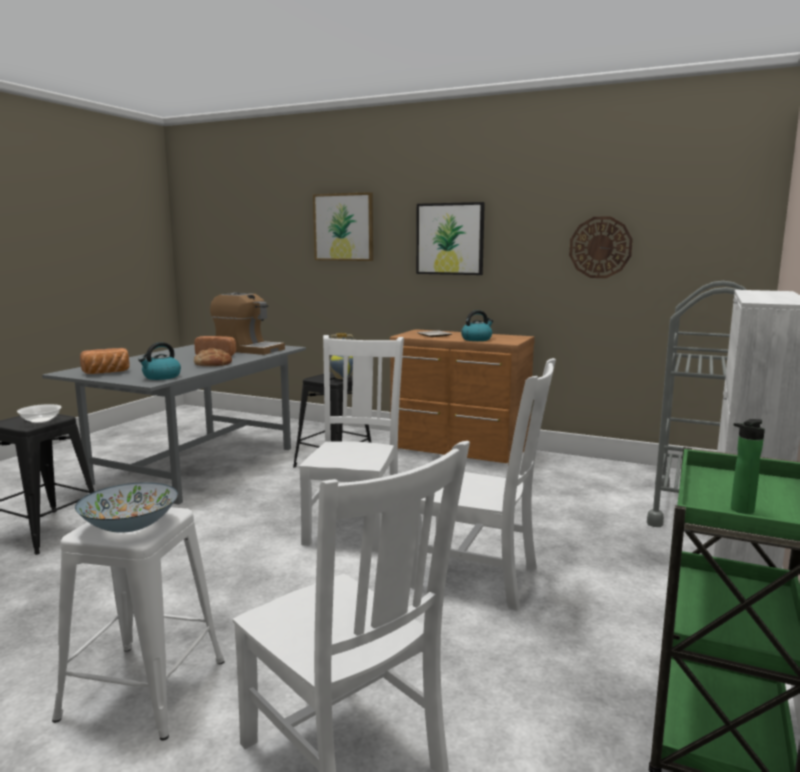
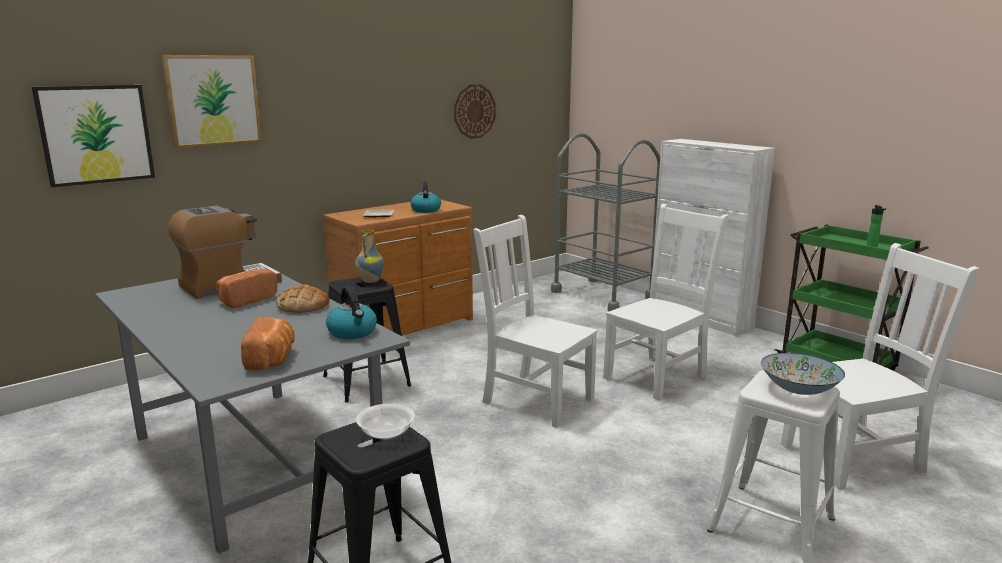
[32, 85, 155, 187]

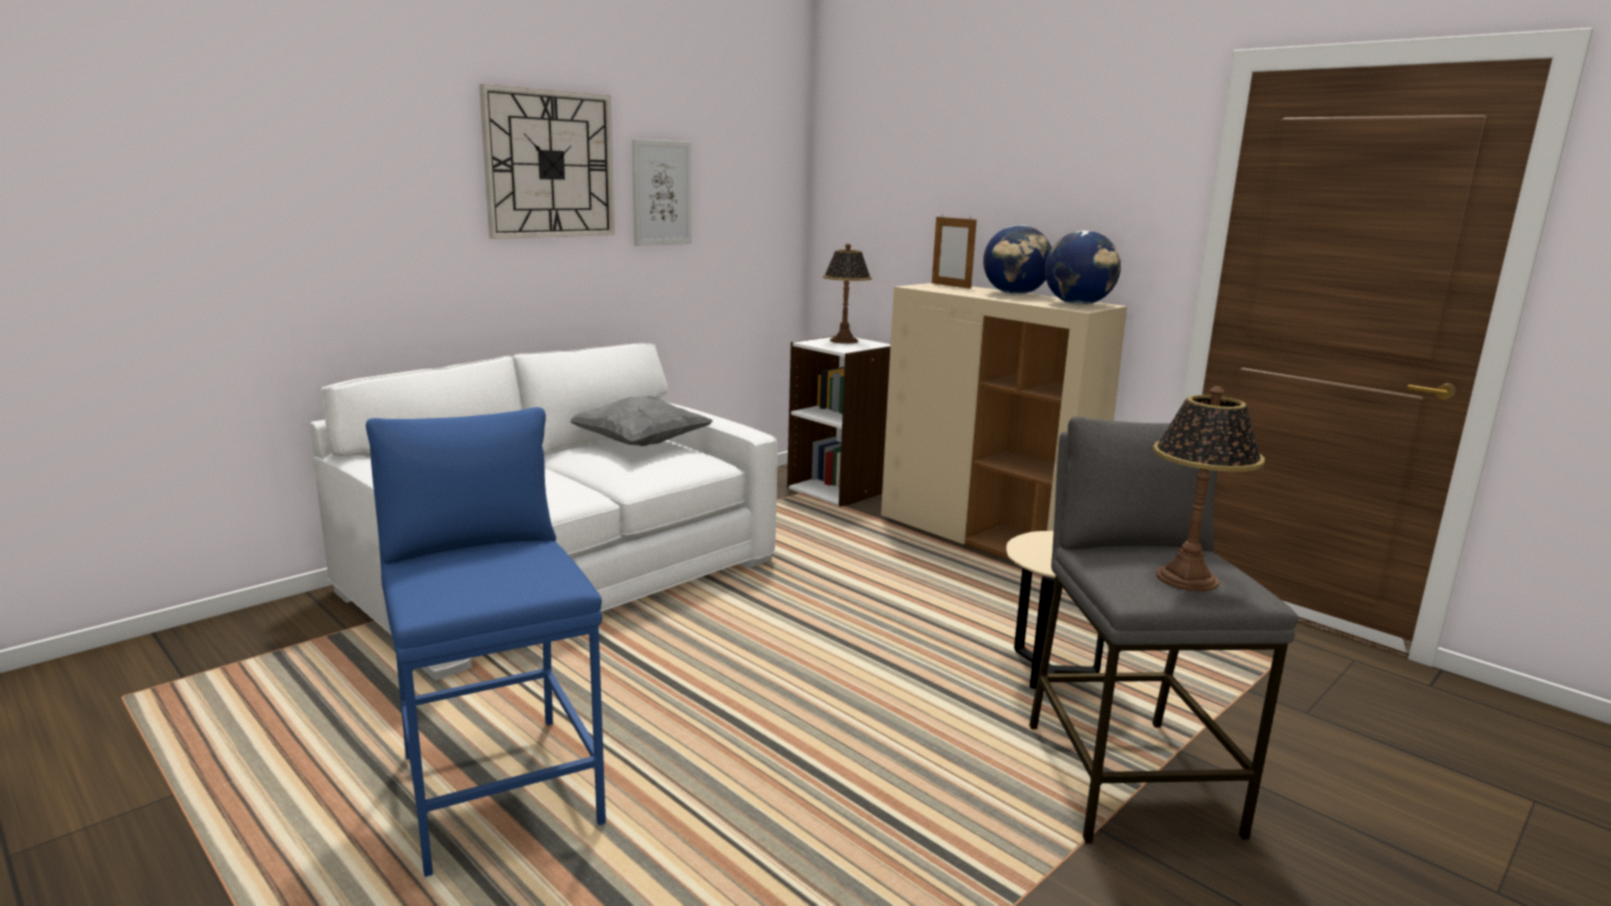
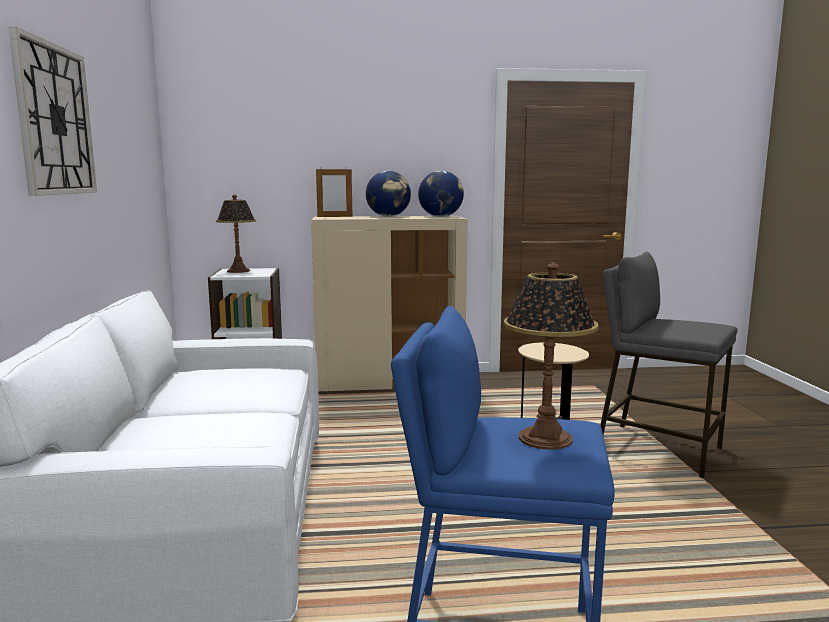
[504, 263, 599, 450]
[570, 396, 713, 446] (first image)
[632, 139, 692, 246] (first image)

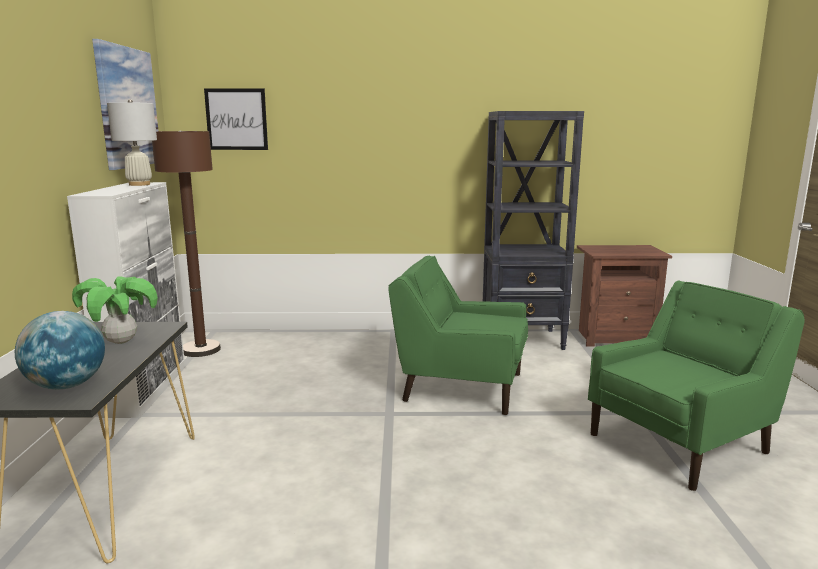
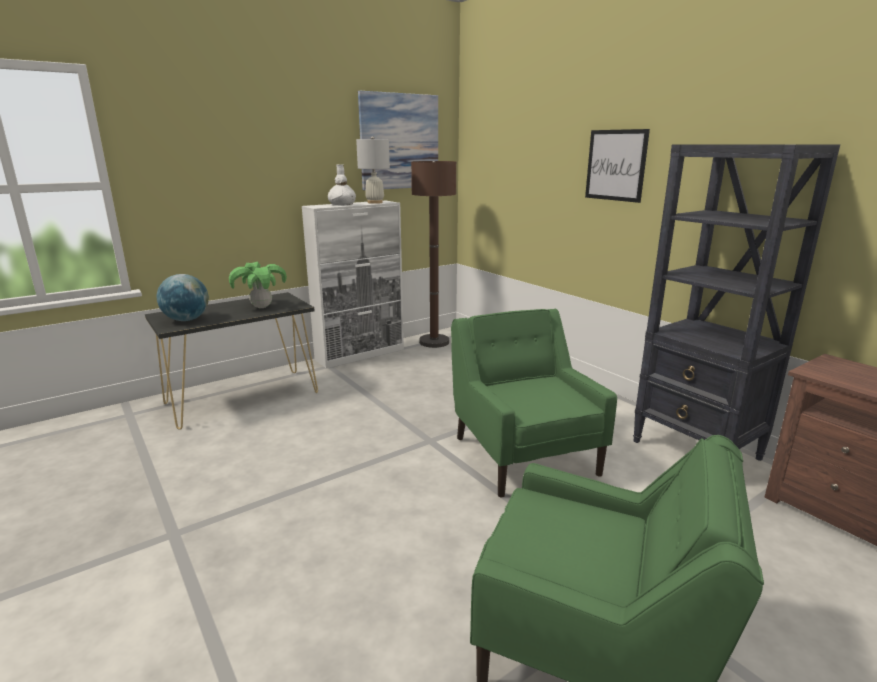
[328, 164, 356, 205]
[585, 129, 650, 203]

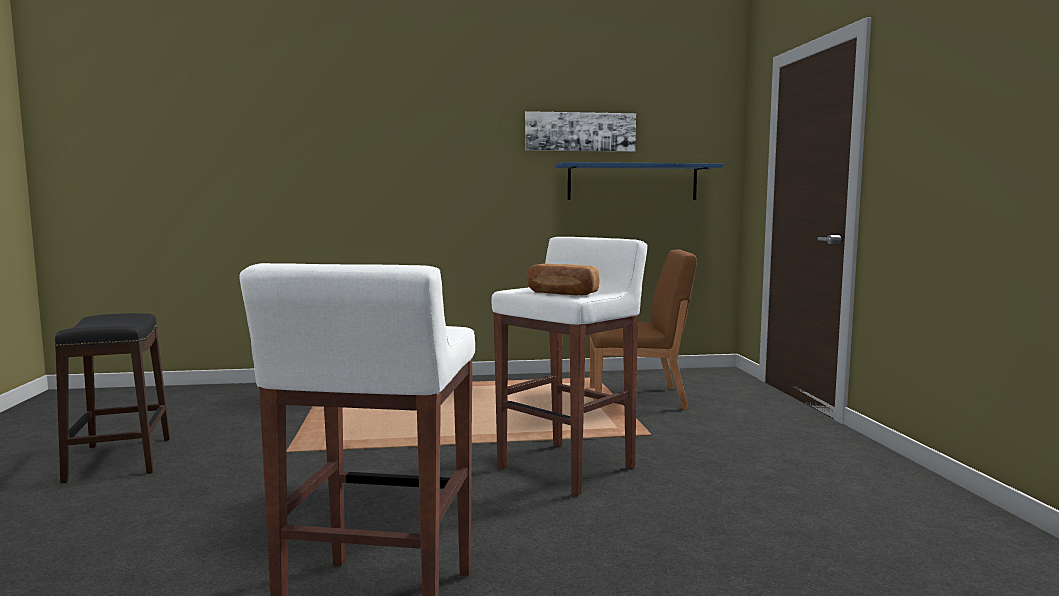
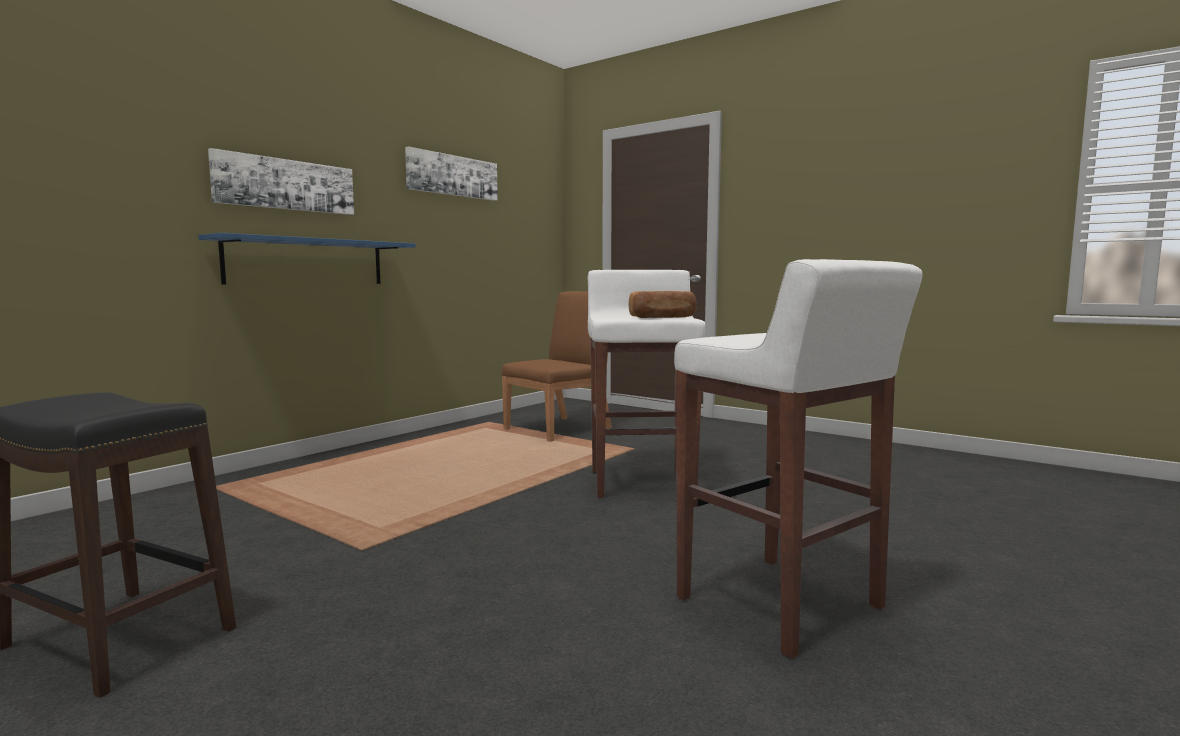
[199, 233, 416, 285]
[208, 148, 354, 215]

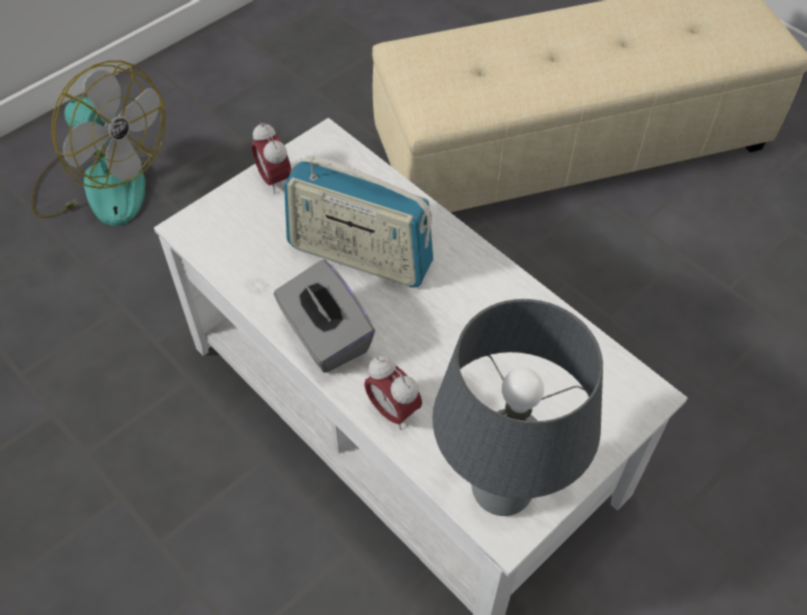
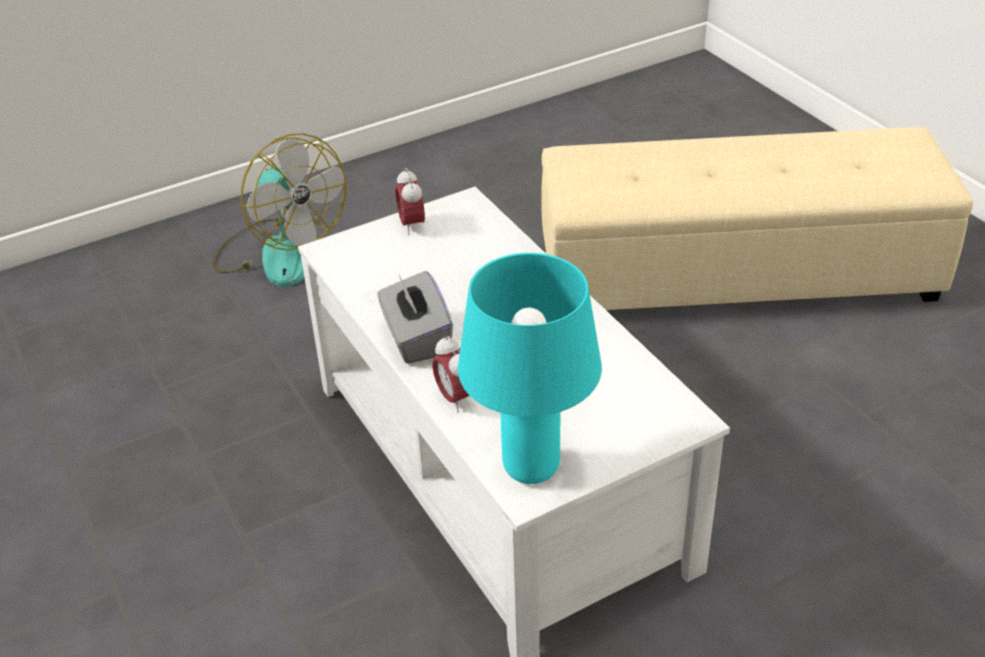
[458, 253, 602, 484]
[284, 156, 433, 288] (first image)

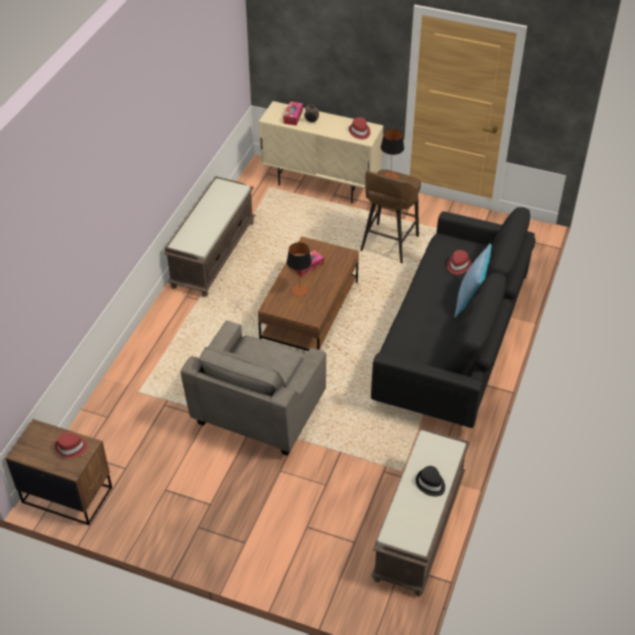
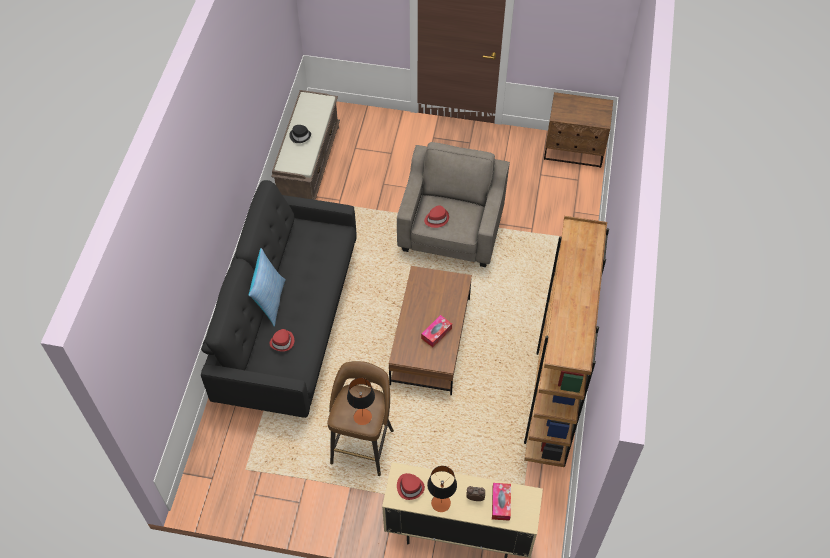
[424, 206, 449, 228]
[427, 466, 457, 512]
[524, 216, 609, 467]

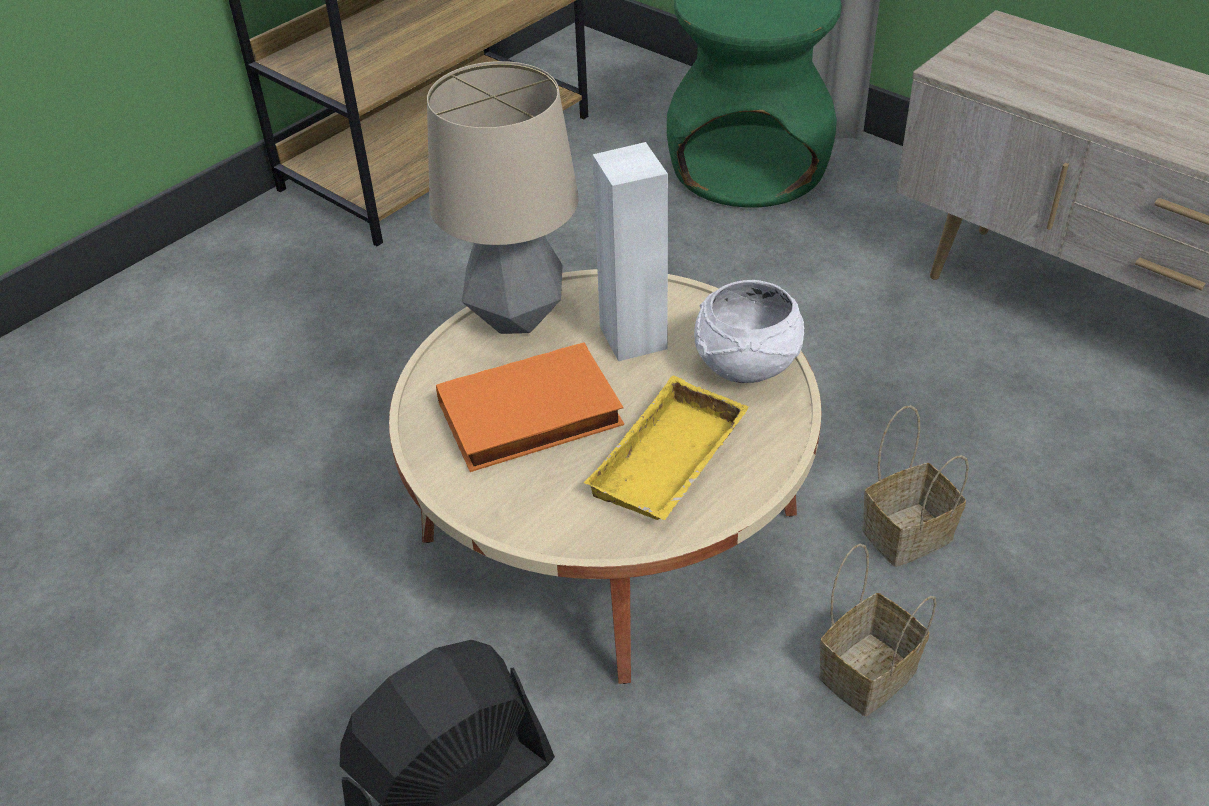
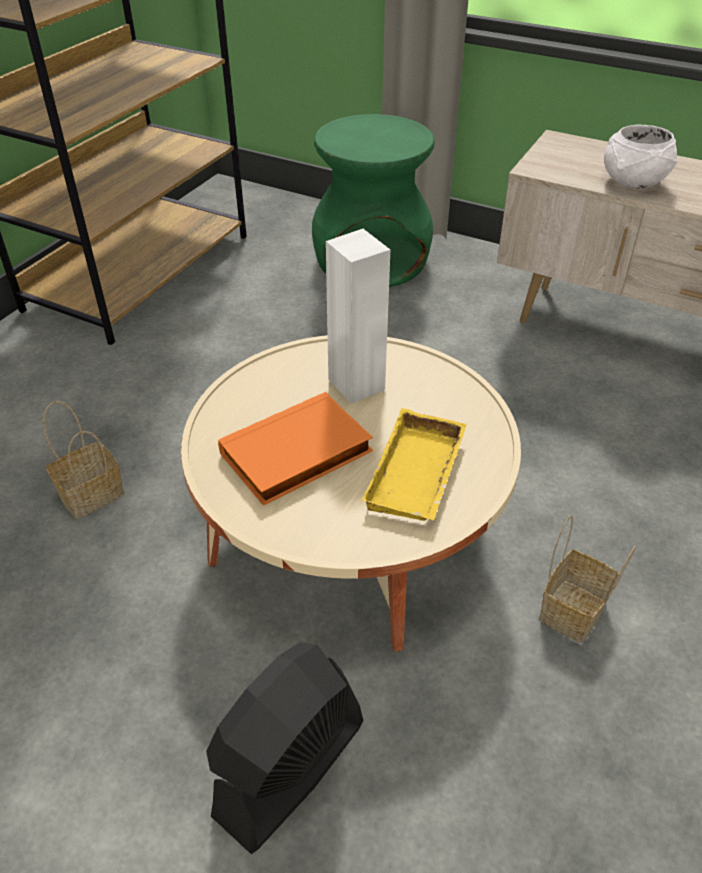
[43, 401, 124, 519]
[604, 125, 678, 189]
[427, 61, 579, 334] (first image)

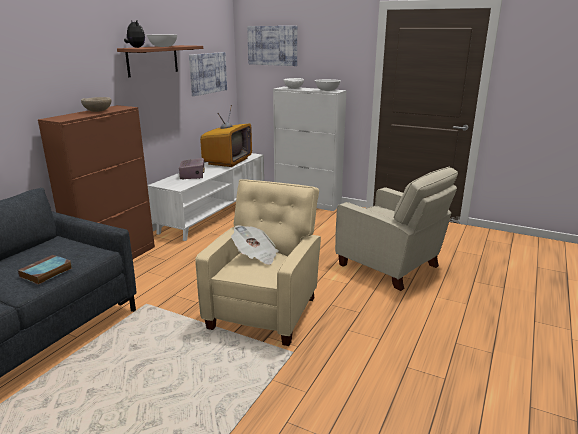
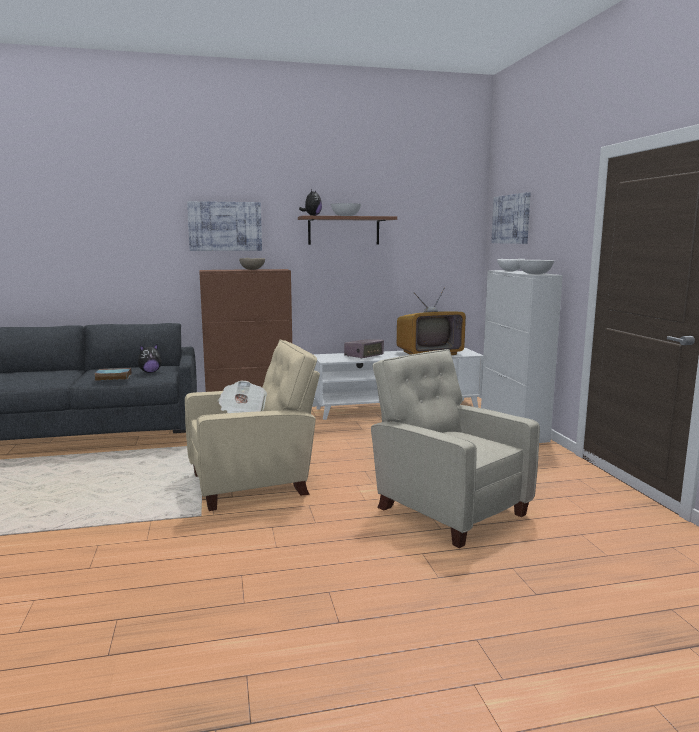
[138, 345, 162, 373]
[187, 201, 262, 251]
[371, 349, 540, 548]

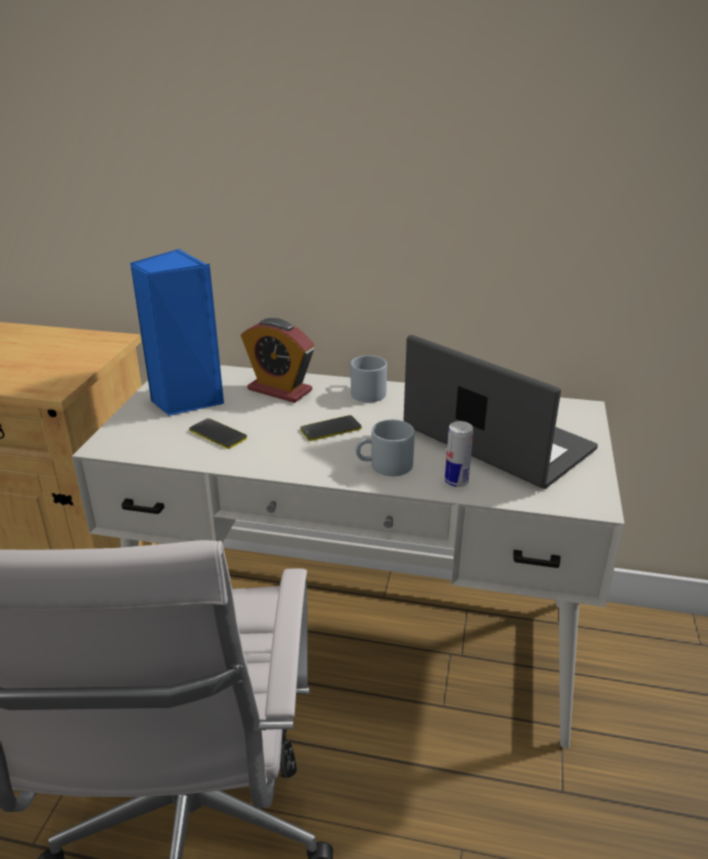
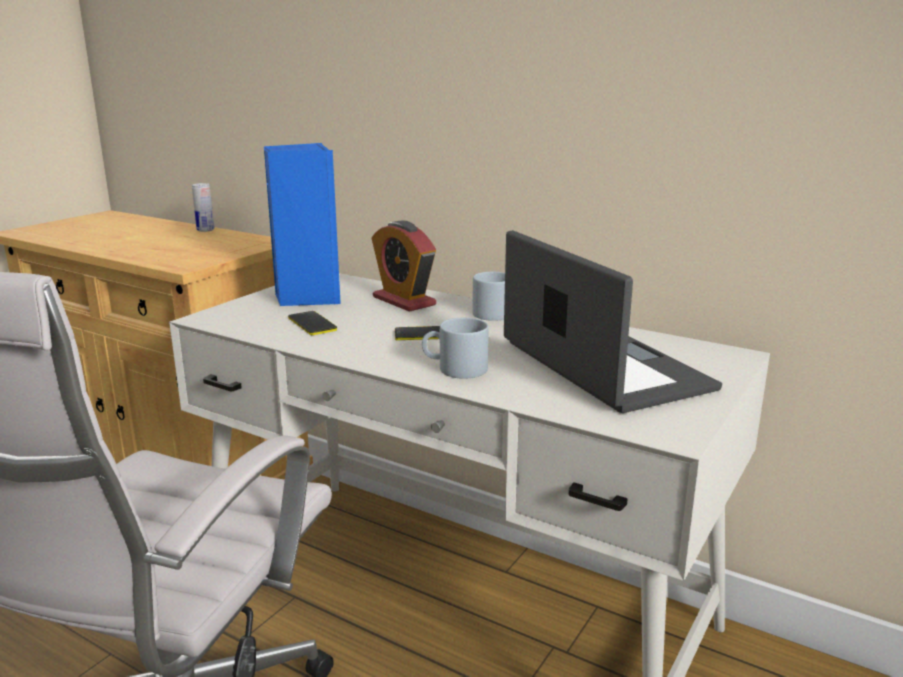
[192, 183, 214, 232]

